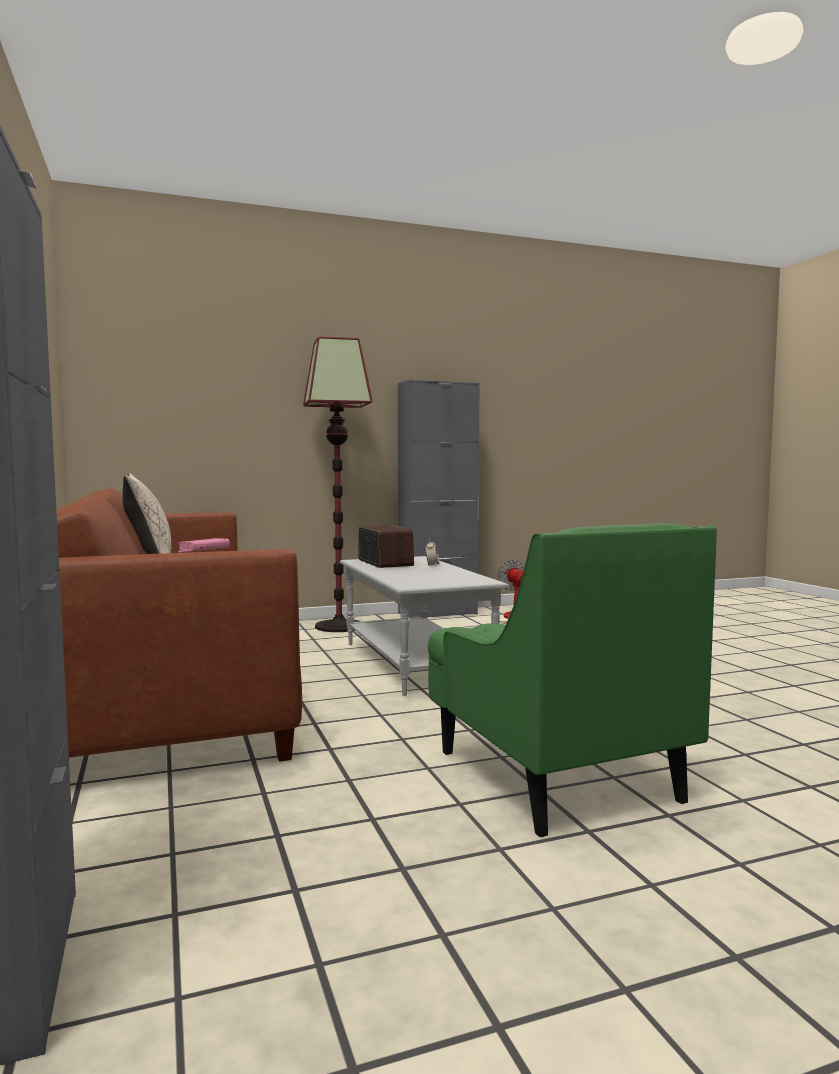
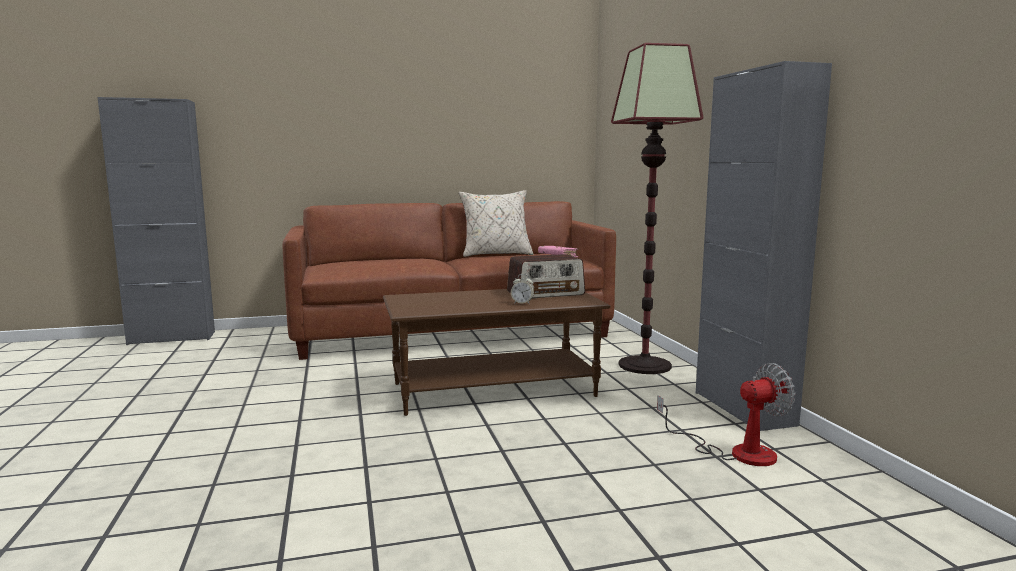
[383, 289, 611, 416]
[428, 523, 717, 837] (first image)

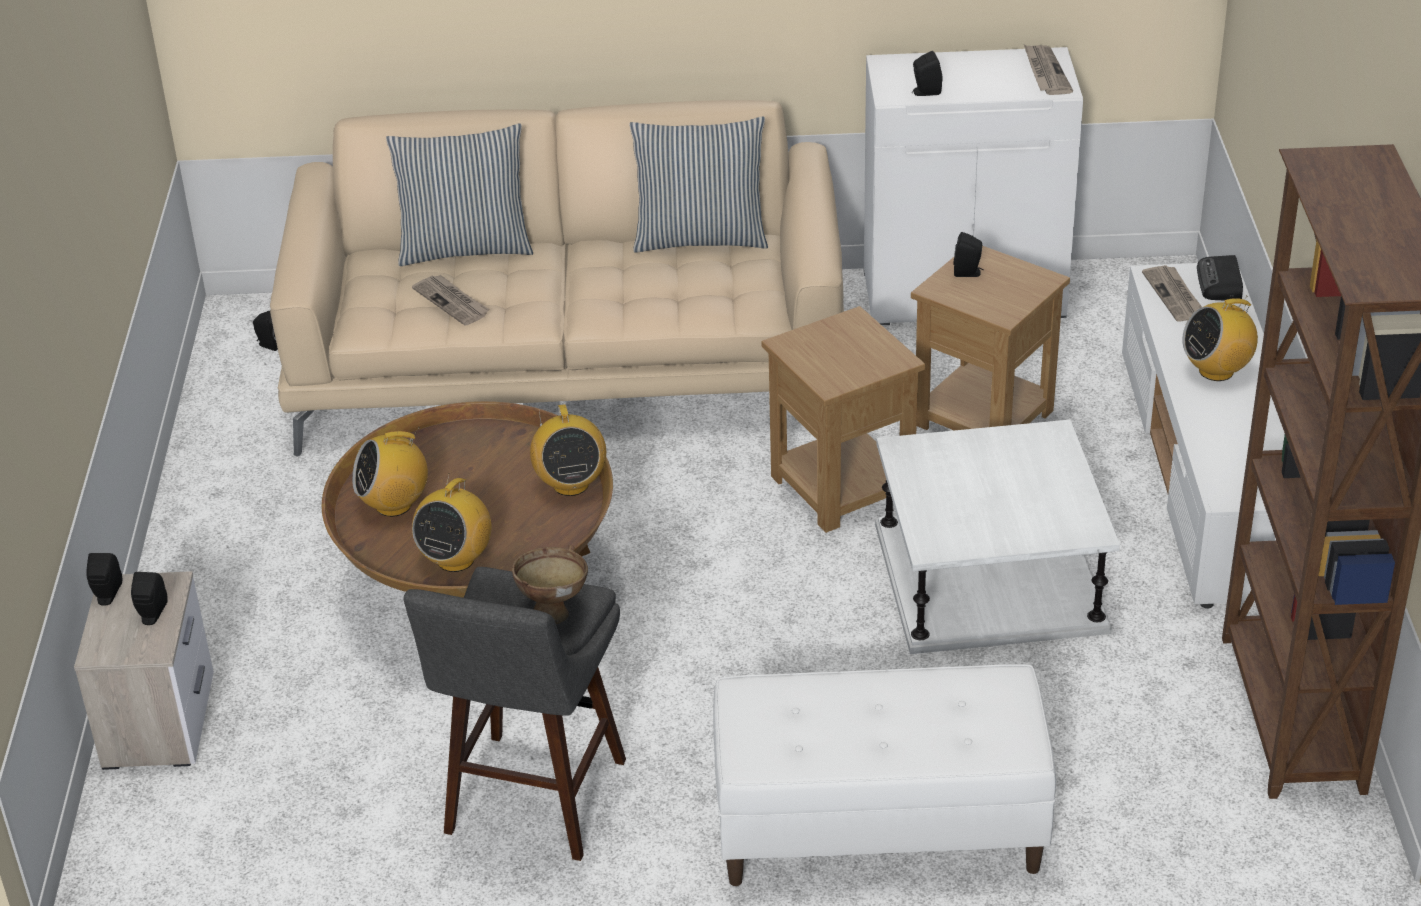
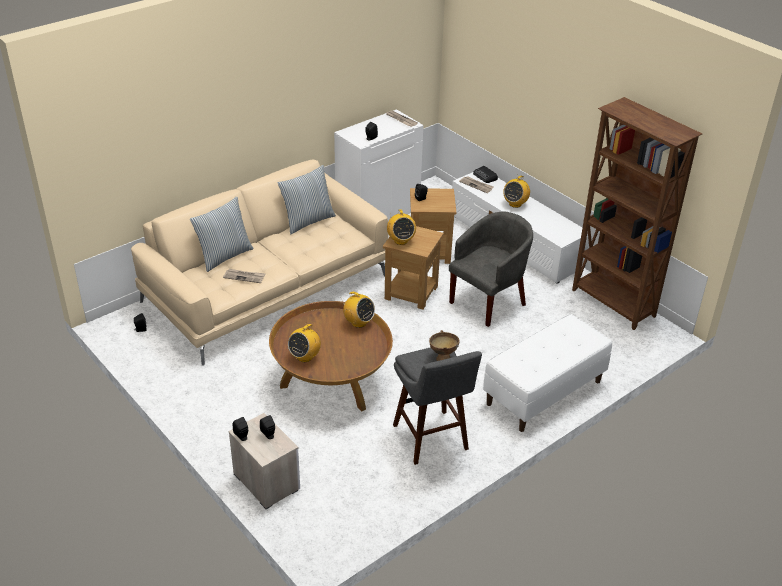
[387, 209, 416, 245]
[449, 212, 533, 327]

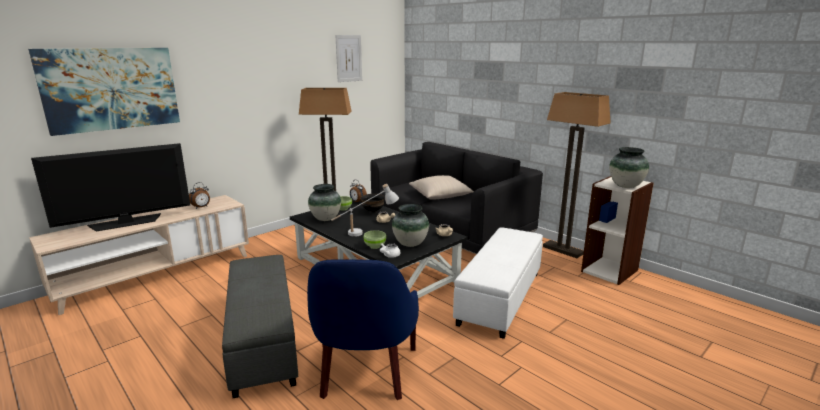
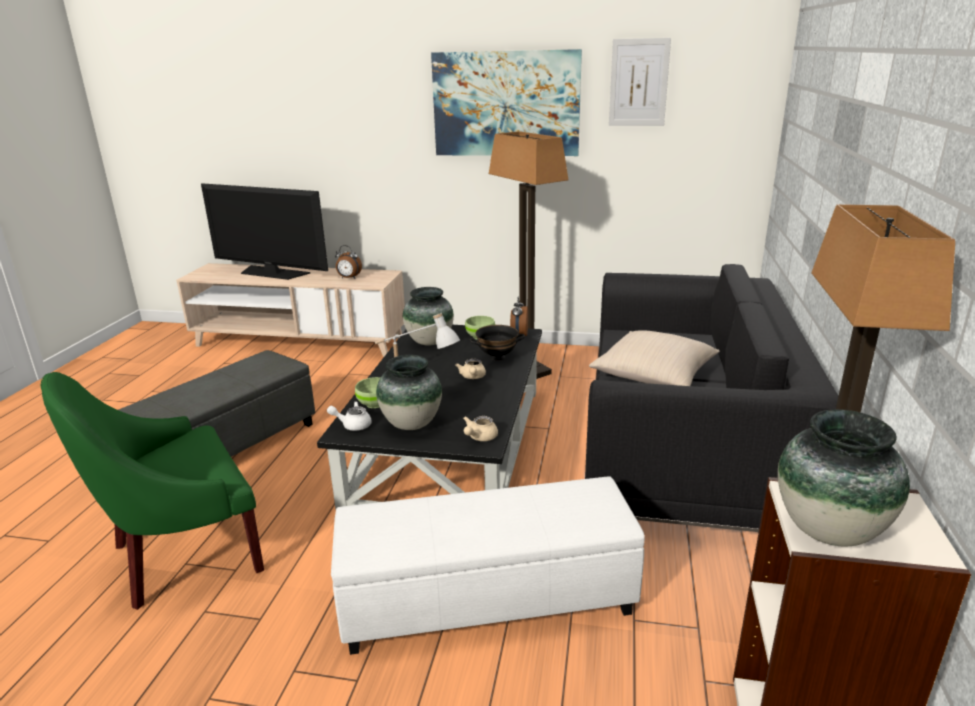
[41, 372, 264, 610]
[431, 49, 582, 156]

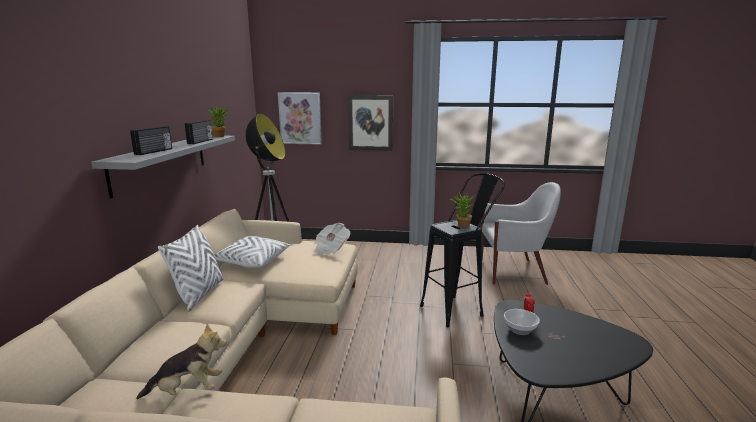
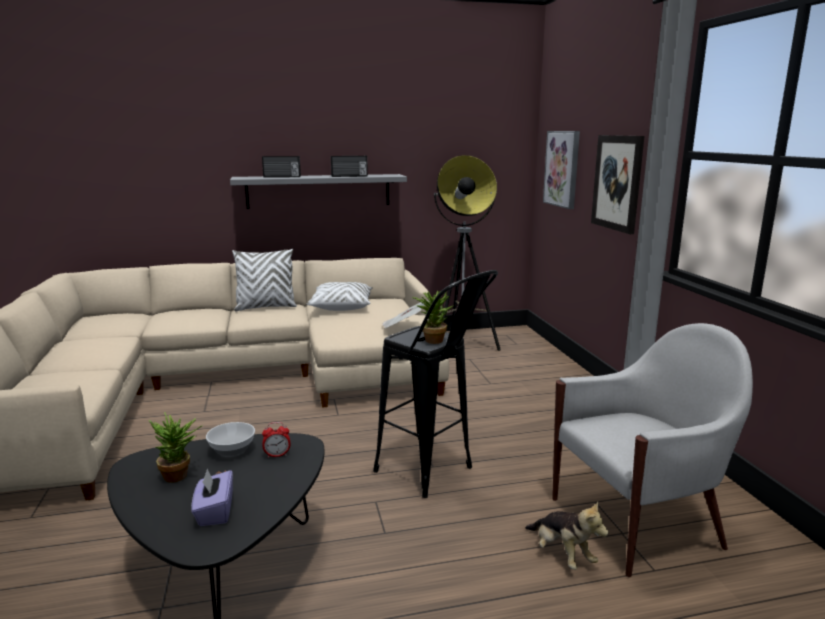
[149, 412, 203, 483]
[191, 469, 233, 526]
[525, 501, 609, 570]
[552, 323, 753, 577]

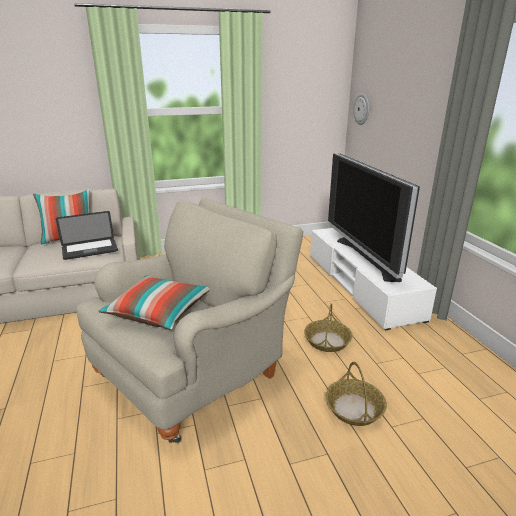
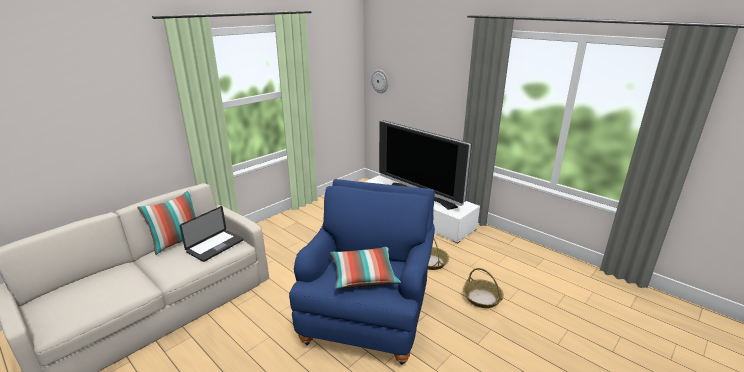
[289, 179, 435, 365]

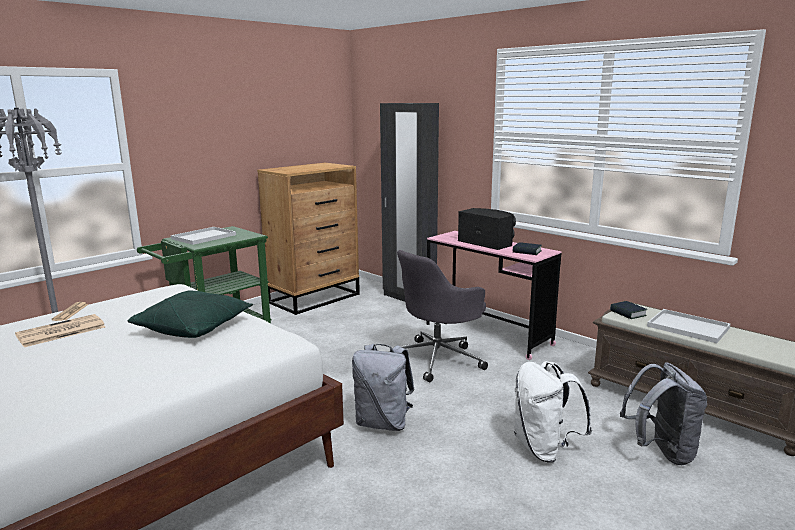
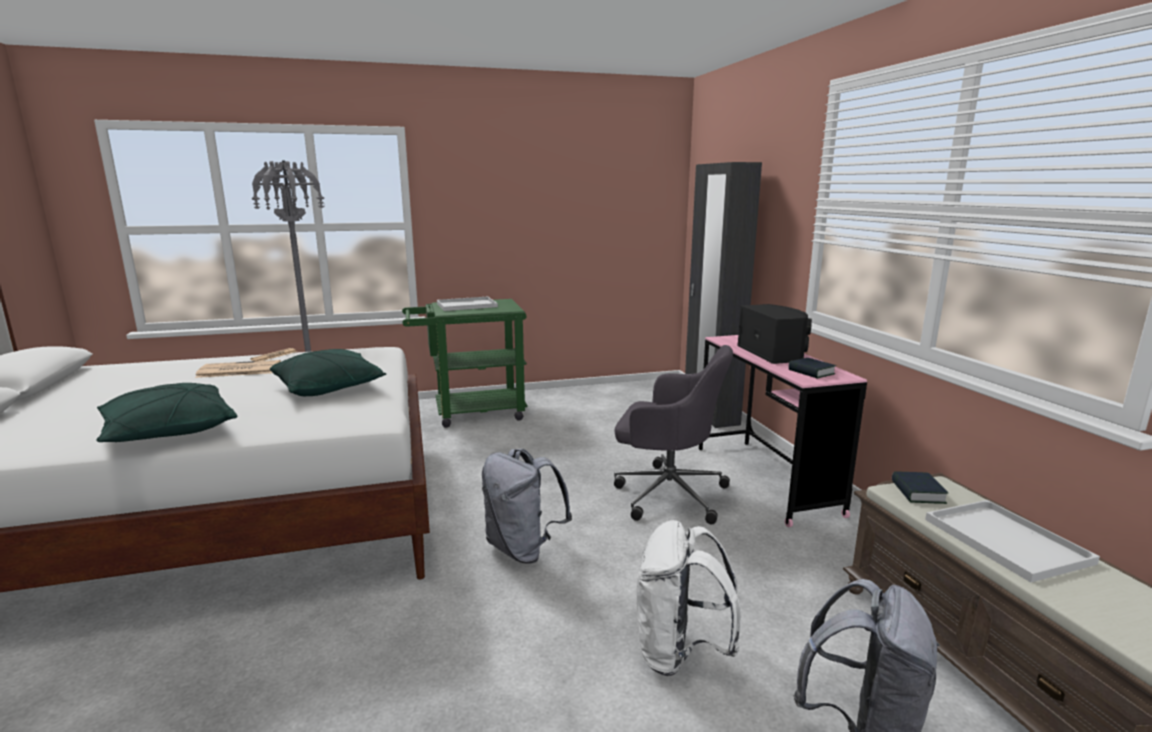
[96, 383, 238, 442]
[614, 345, 733, 524]
[257, 163, 360, 315] (first image)

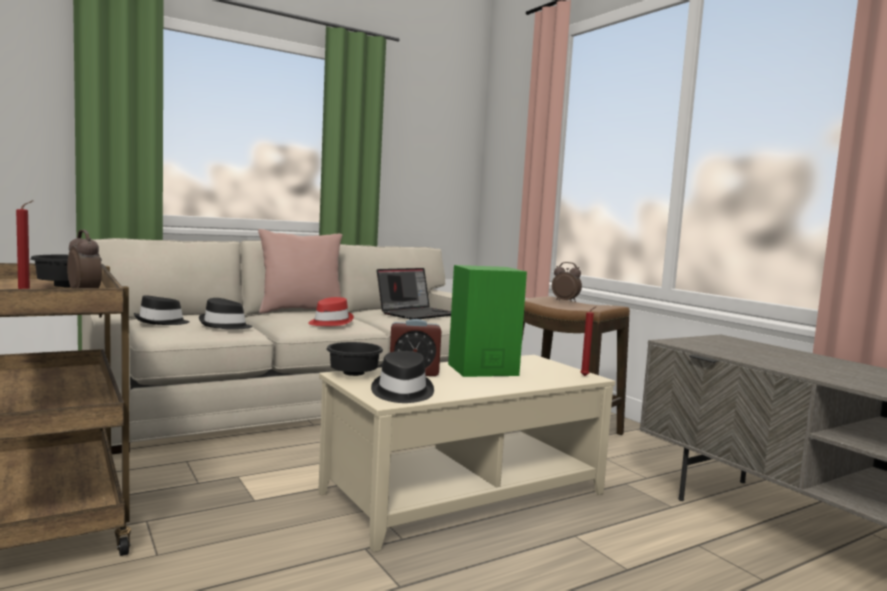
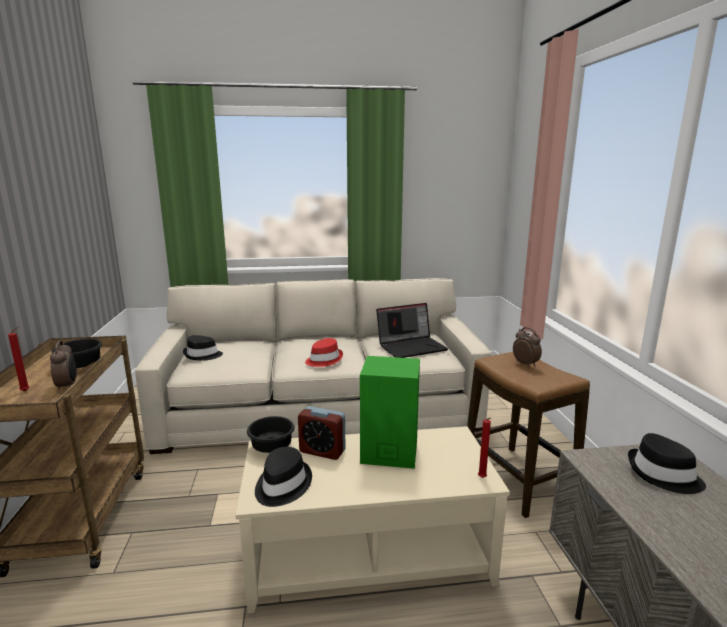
[628, 433, 706, 494]
[258, 229, 342, 313] (first image)

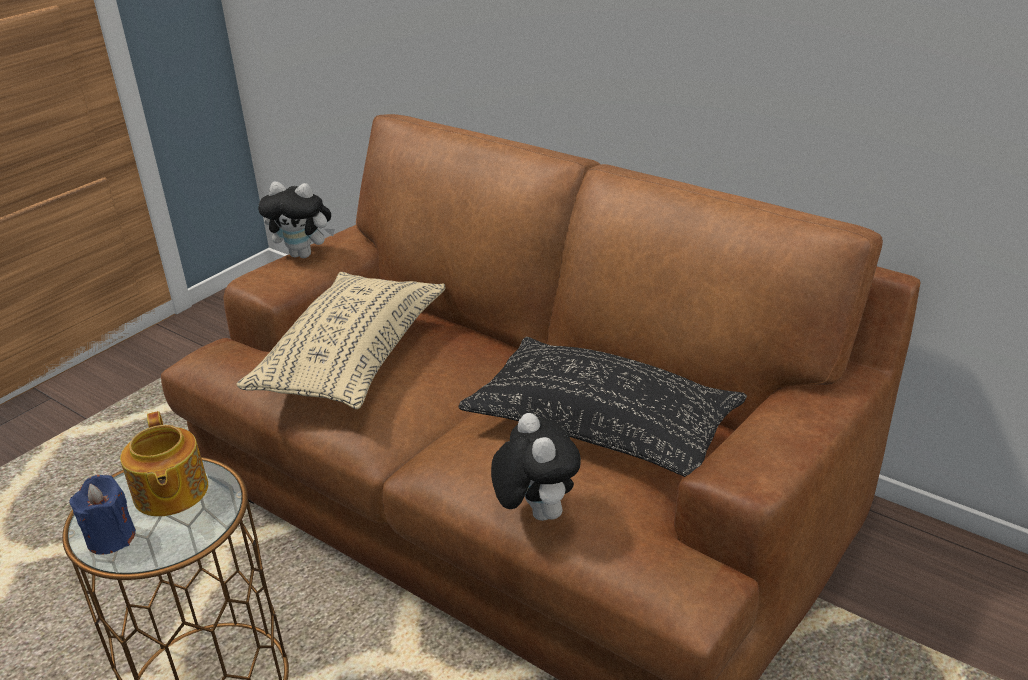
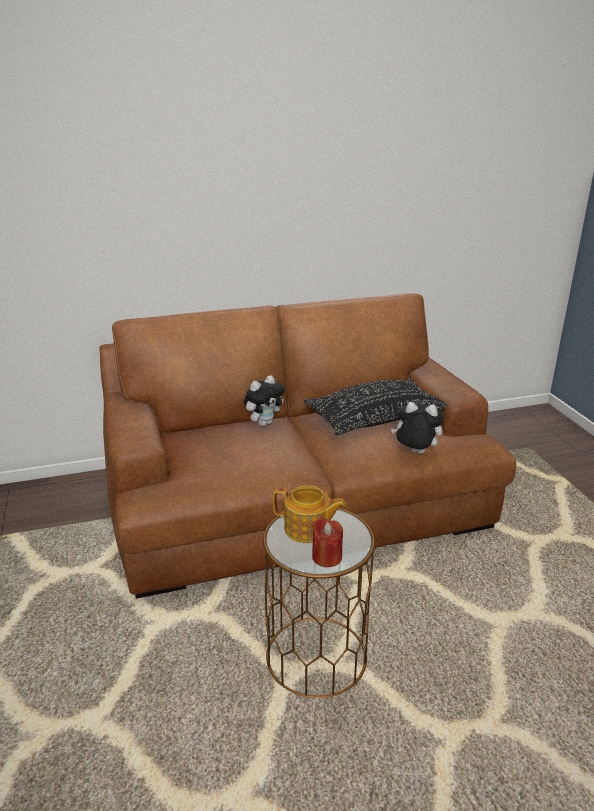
[244, 375, 285, 426]
[312, 517, 343, 567]
[236, 272, 445, 409] (first image)

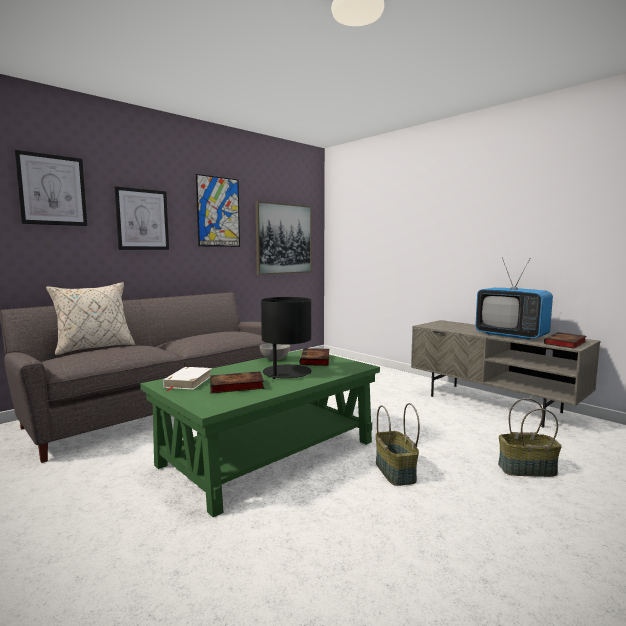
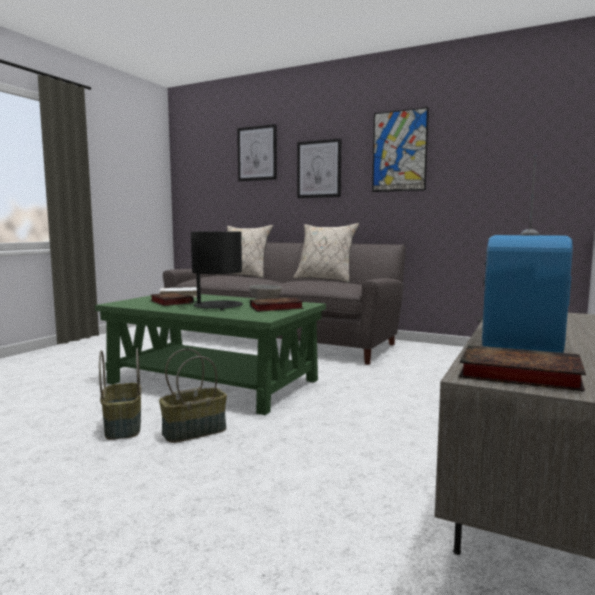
[99, 348, 141, 440]
[294, 223, 359, 283]
[255, 201, 312, 275] (first image)

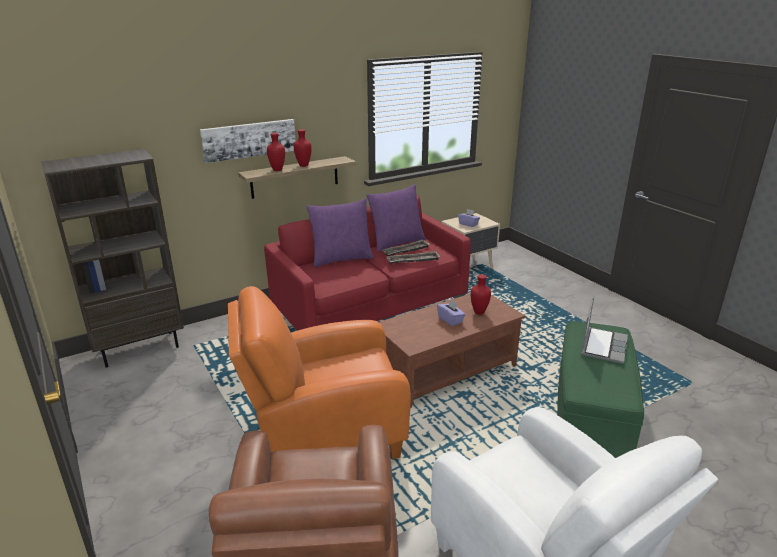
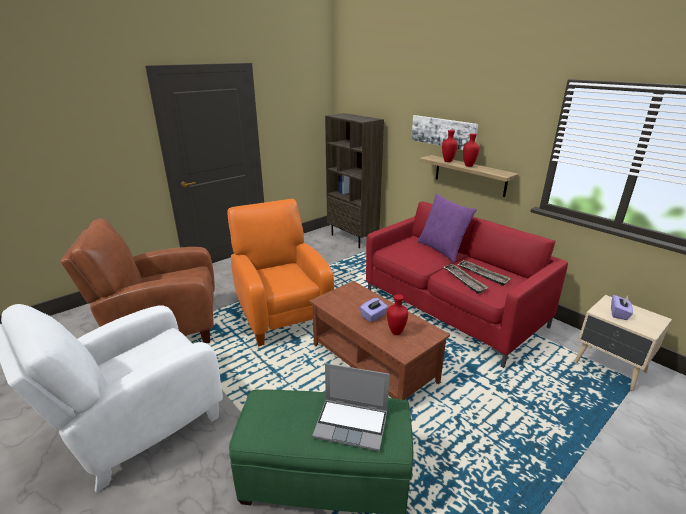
[366, 184, 426, 252] (first image)

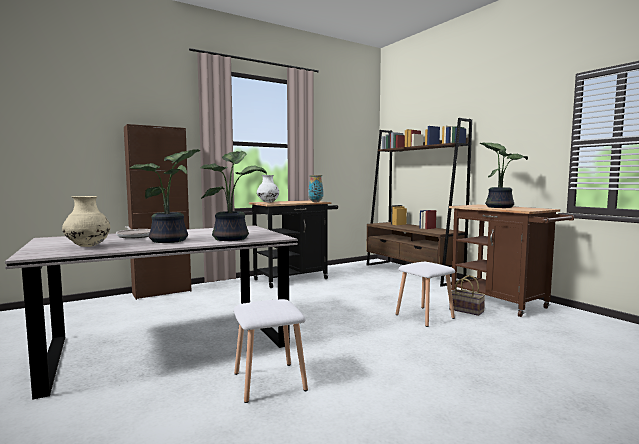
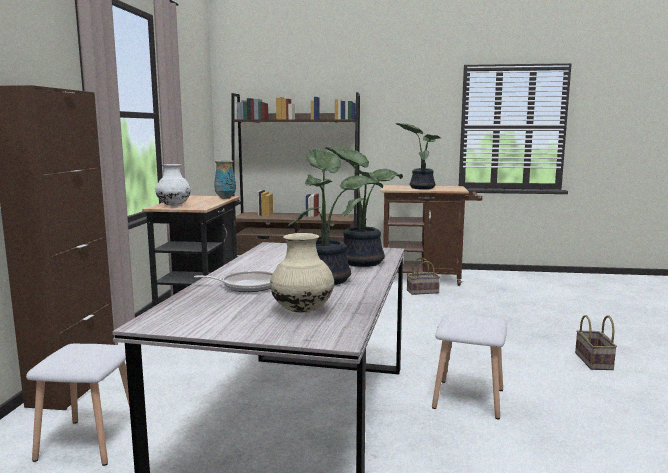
[26, 344, 130, 466]
[575, 315, 617, 370]

